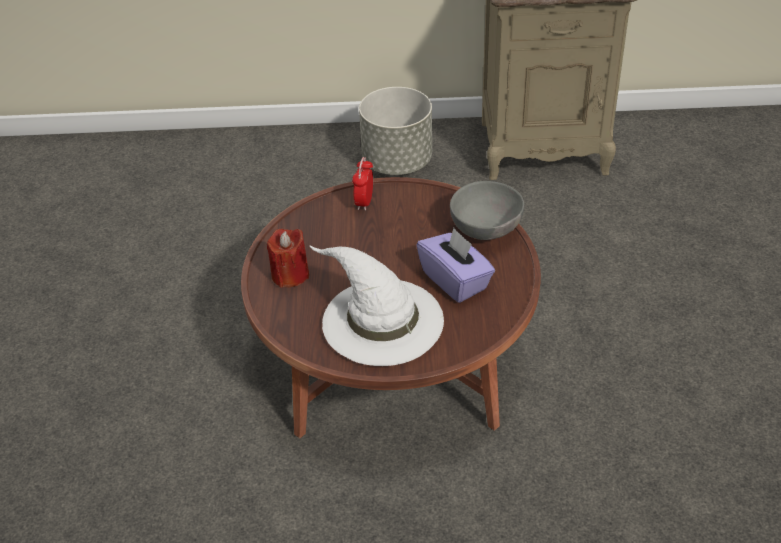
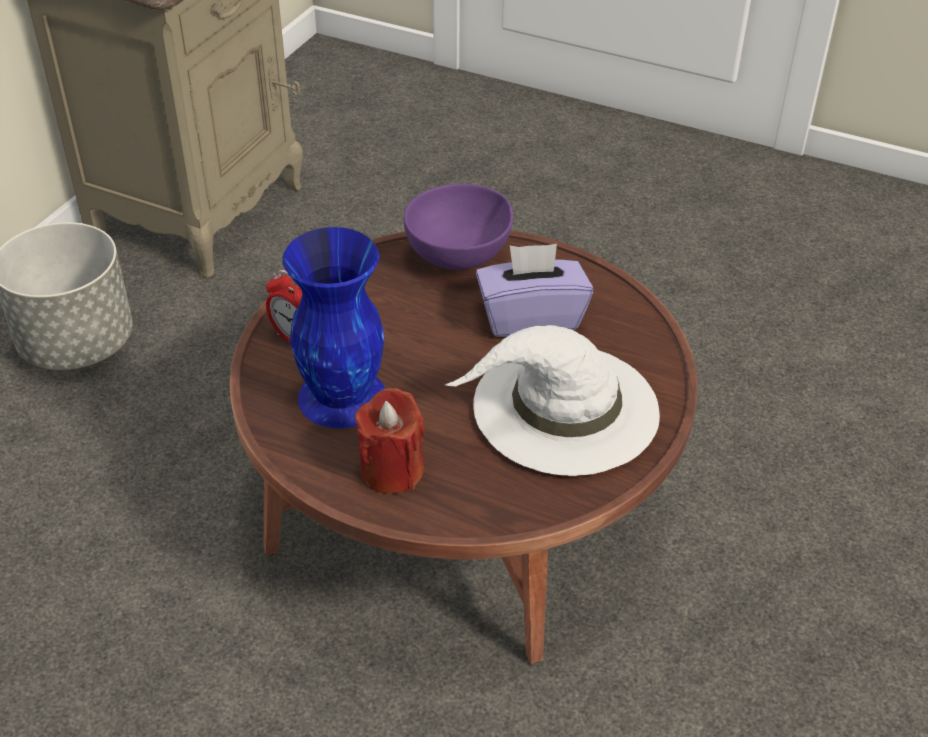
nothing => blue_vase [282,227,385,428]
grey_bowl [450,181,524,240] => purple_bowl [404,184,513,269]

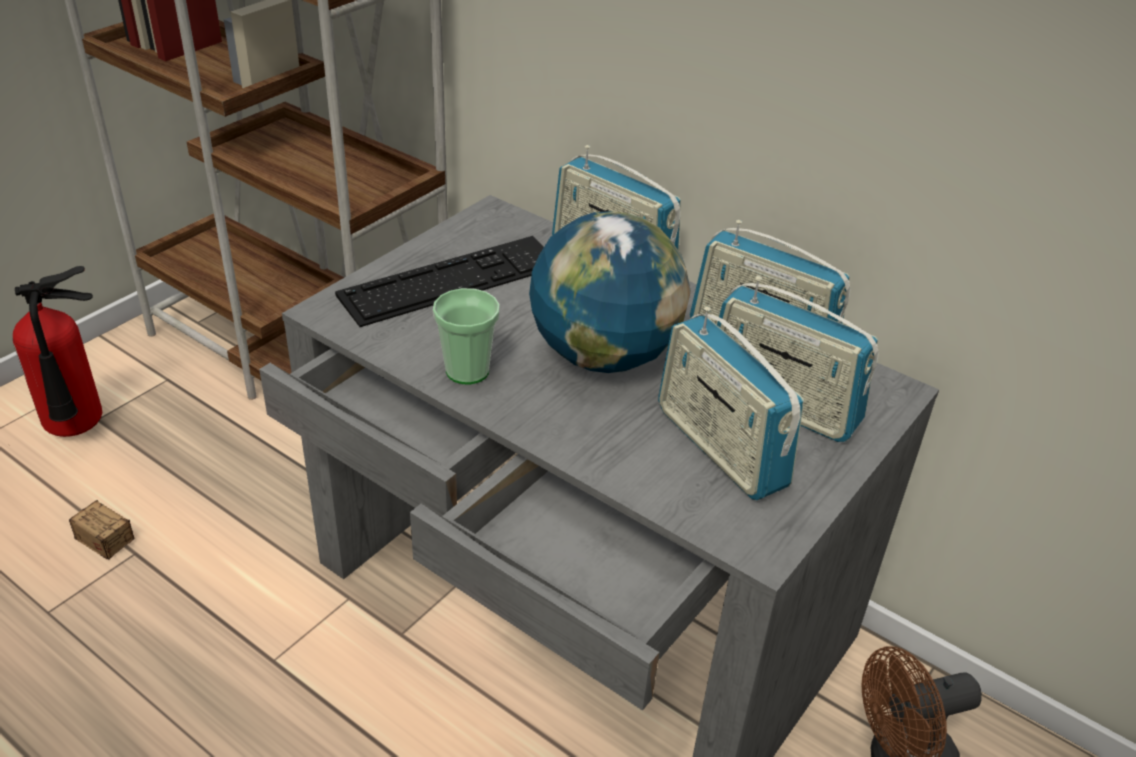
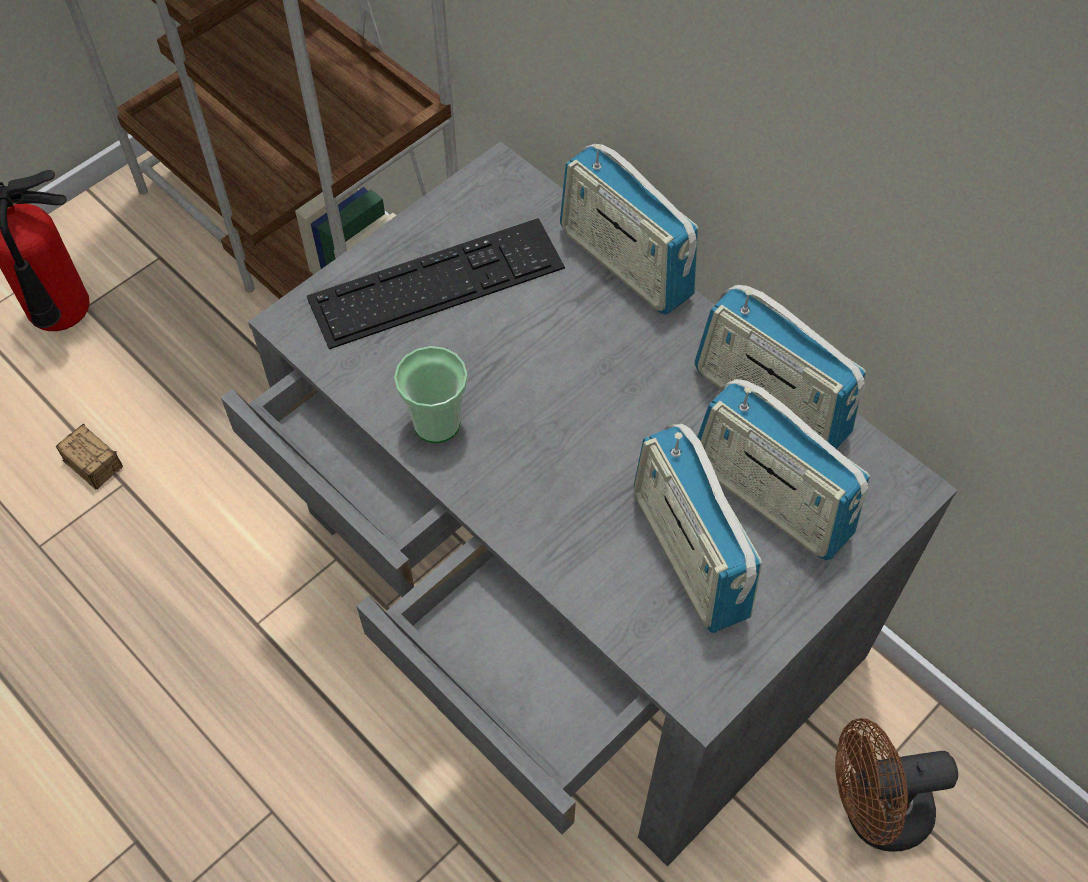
globe [529,211,691,373] => nothing

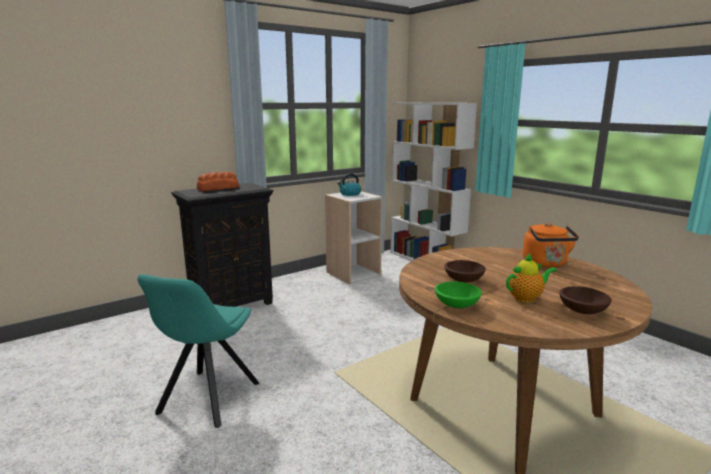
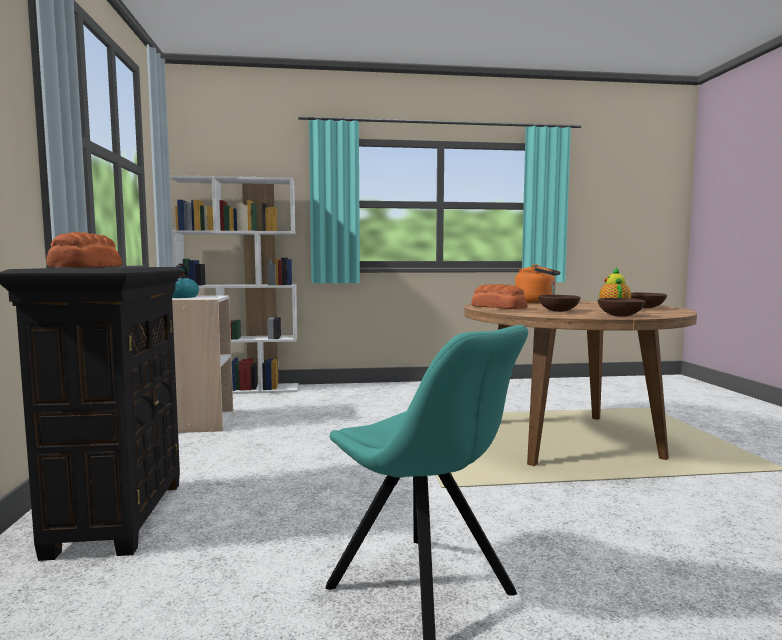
nothing => bread [471,284,527,309]
green_bowl [435,281,482,308] => brown_bowl [598,298,646,317]

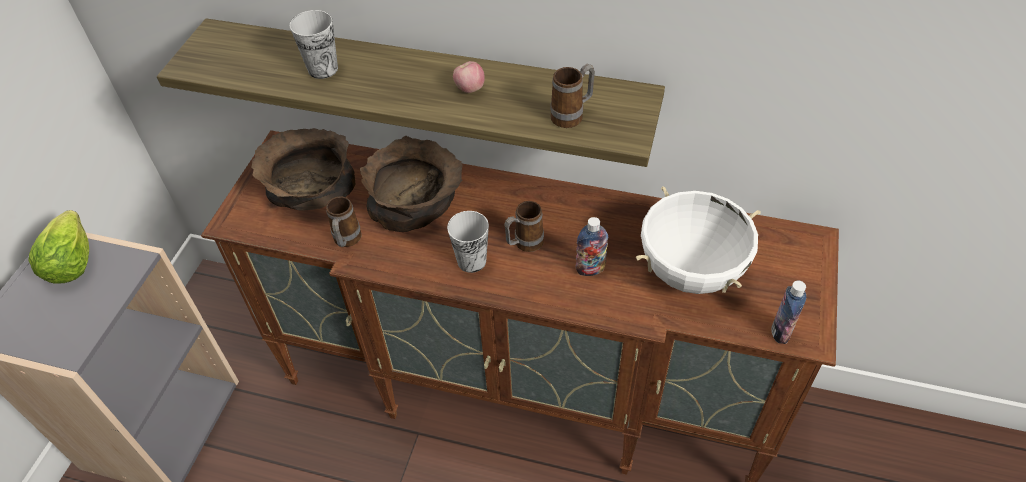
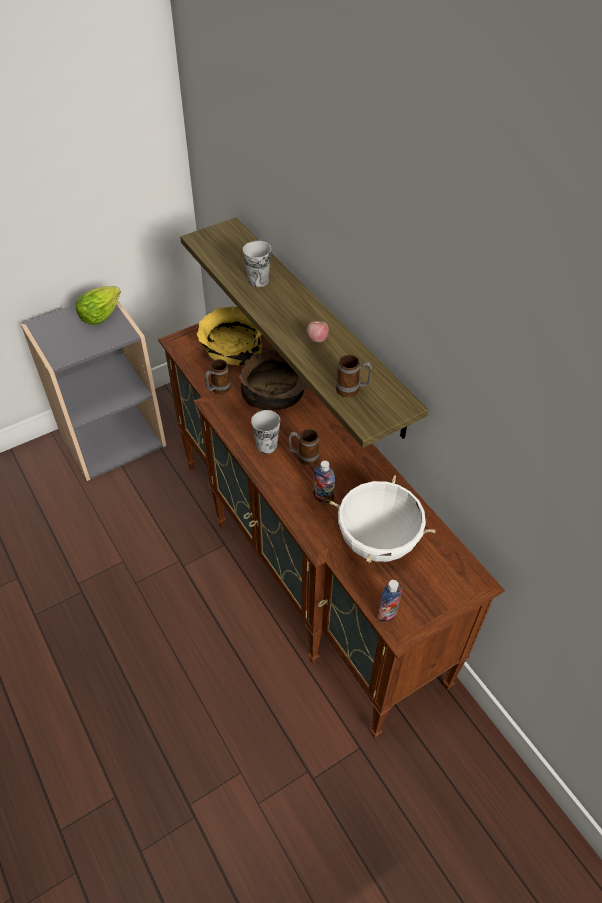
brown_bowl [251,128,355,211] => yellow_bowl [197,306,262,366]

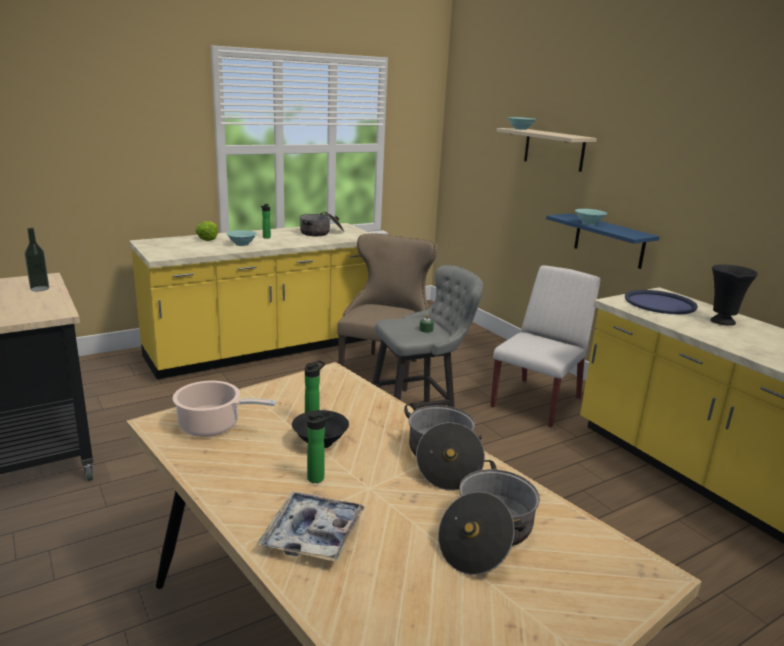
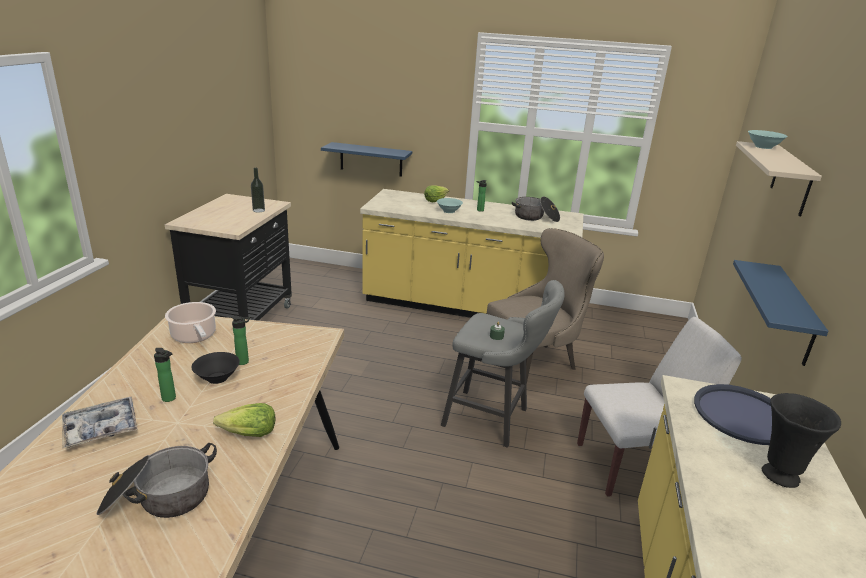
turquoise_bowl [575,209,607,225] => nothing
nothing => blue_shelf [321,142,412,177]
cooking_pot [404,402,485,491] => lettuce [213,403,275,437]

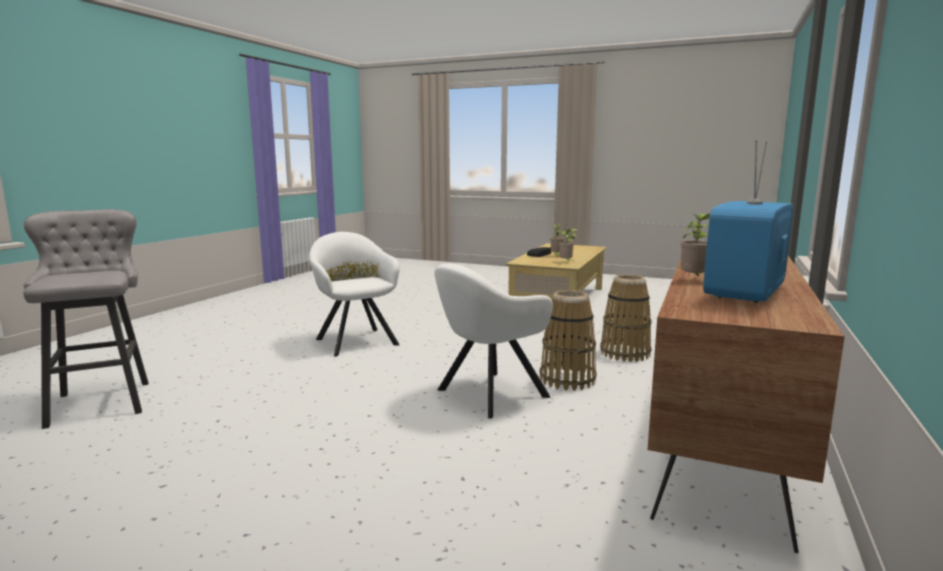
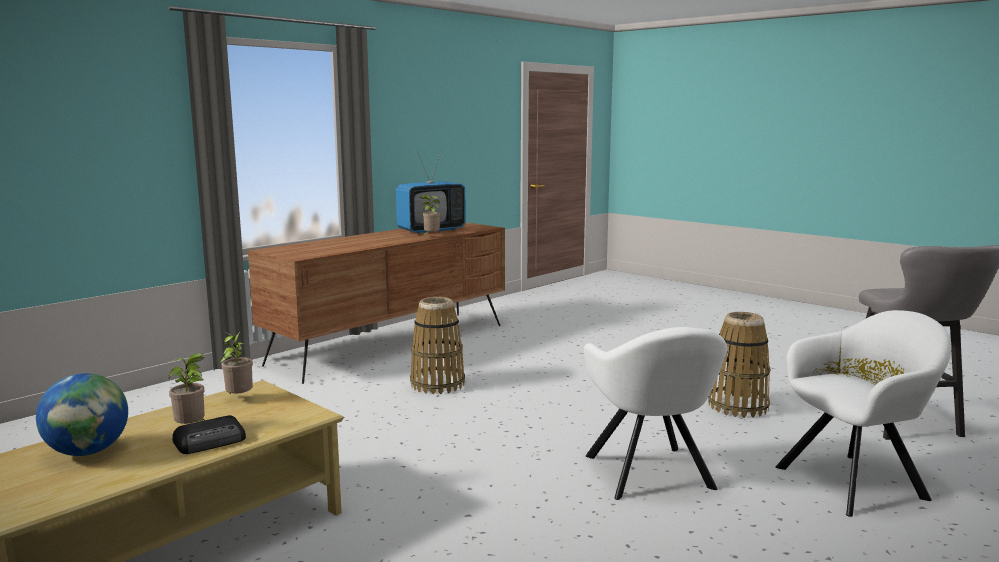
nothing => globe [36,373,128,456]
white_armchair [434,264,553,419] => white_armchair [776,310,952,517], relocated
basket [600,274,652,362] => basket [708,312,770,418], relocated

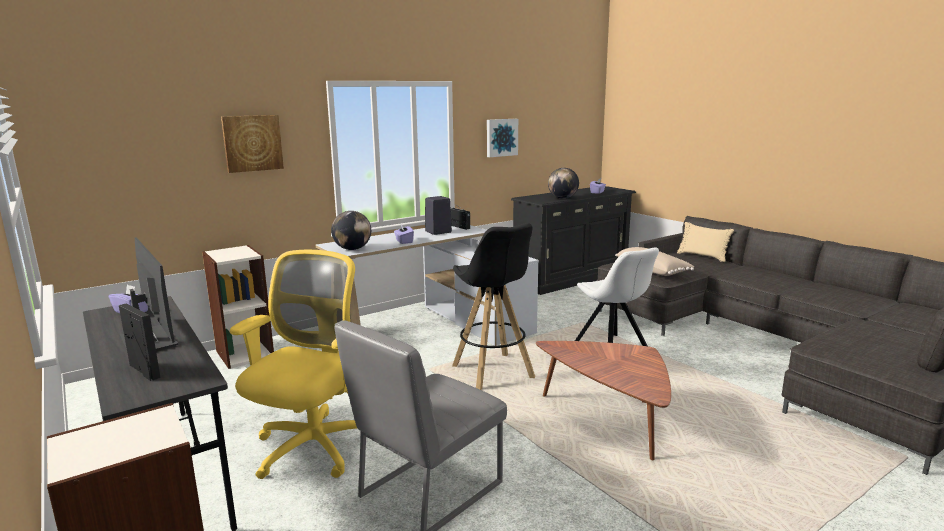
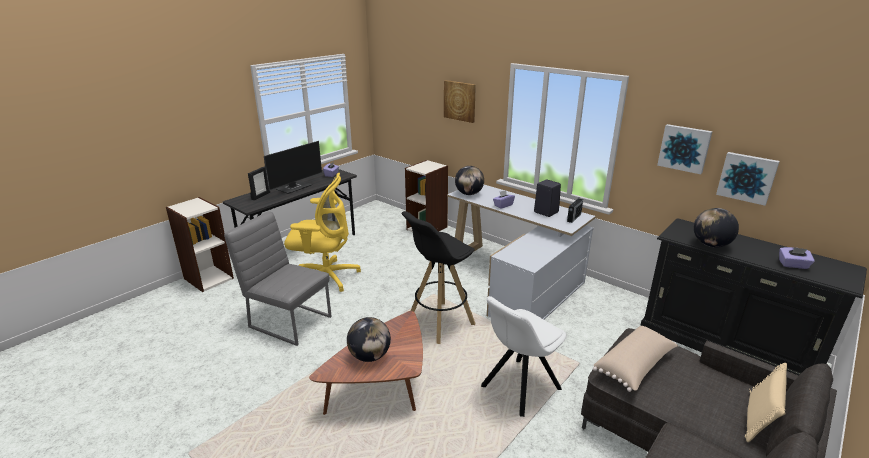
nothing => globe [347,317,391,362]
nothing => picture [716,152,780,206]

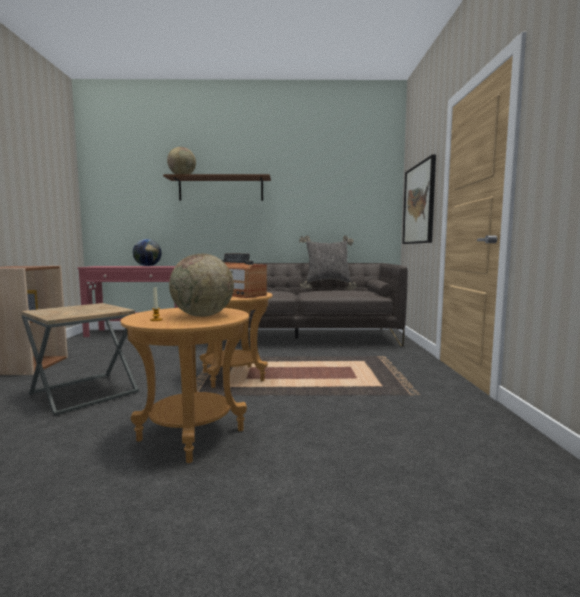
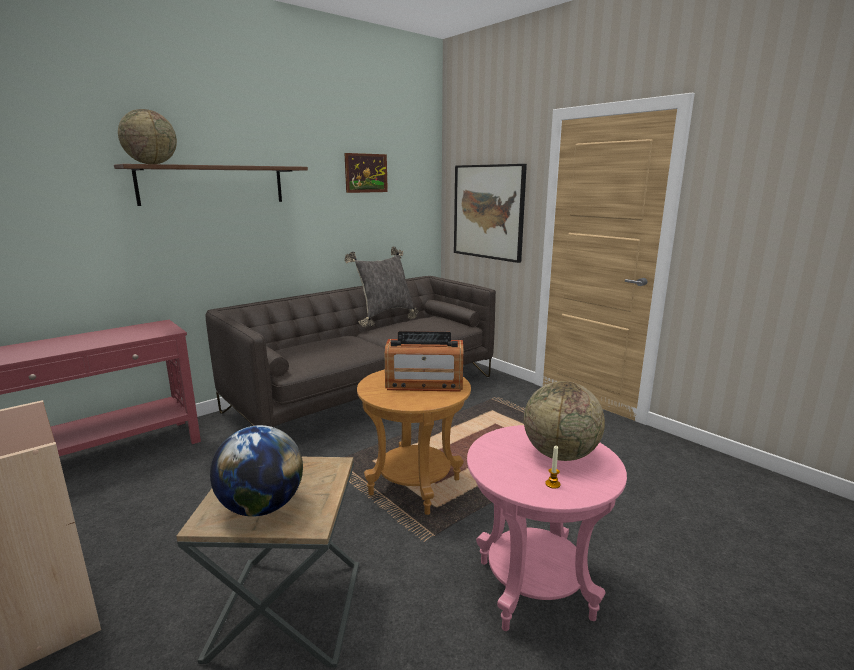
nothing => picture [344,153,388,193]
globe [133,239,162,266] => globe [210,425,303,517], relocated
brown_side_table [120,308,249,463] => pink_side_table [467,425,627,631]

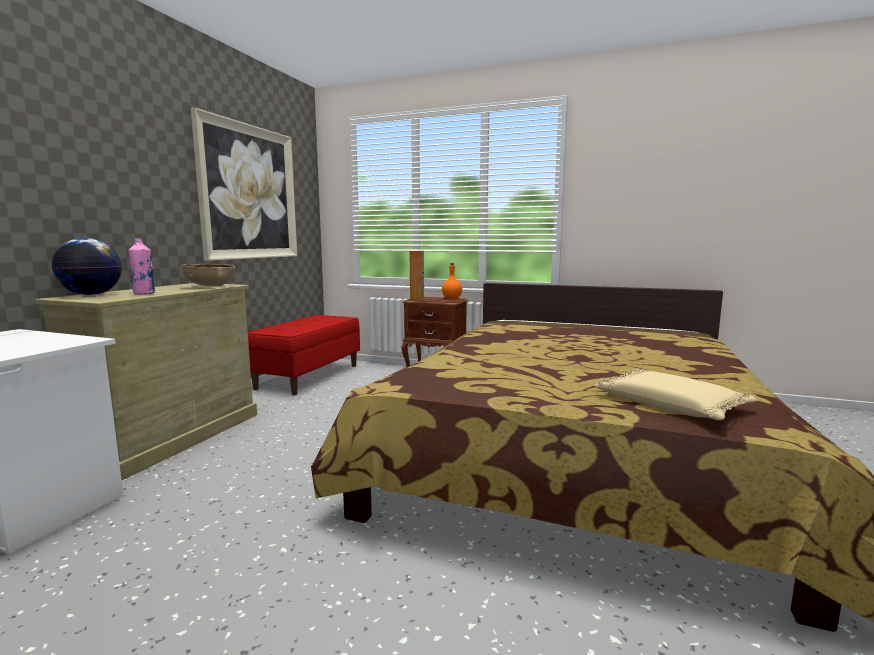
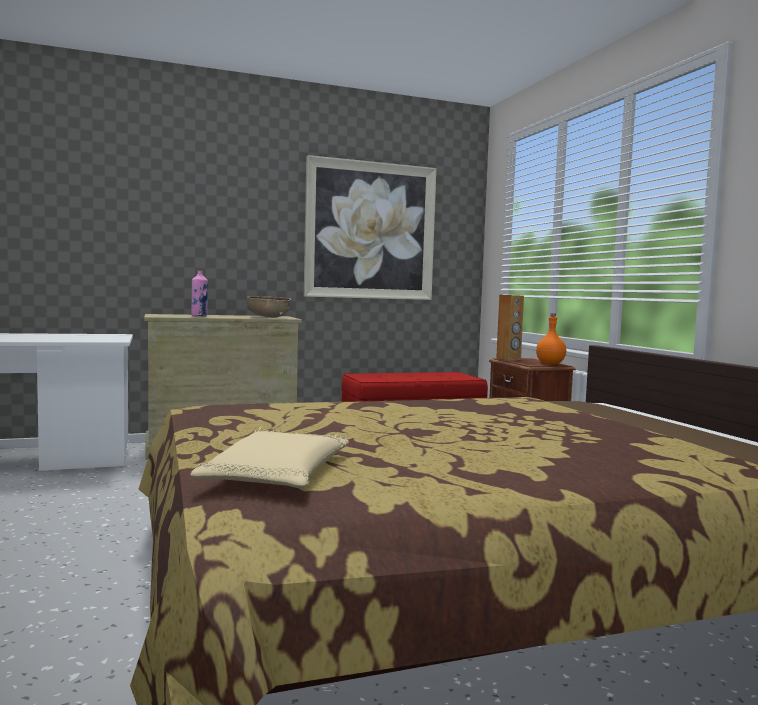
globe [52,238,122,295] => nothing

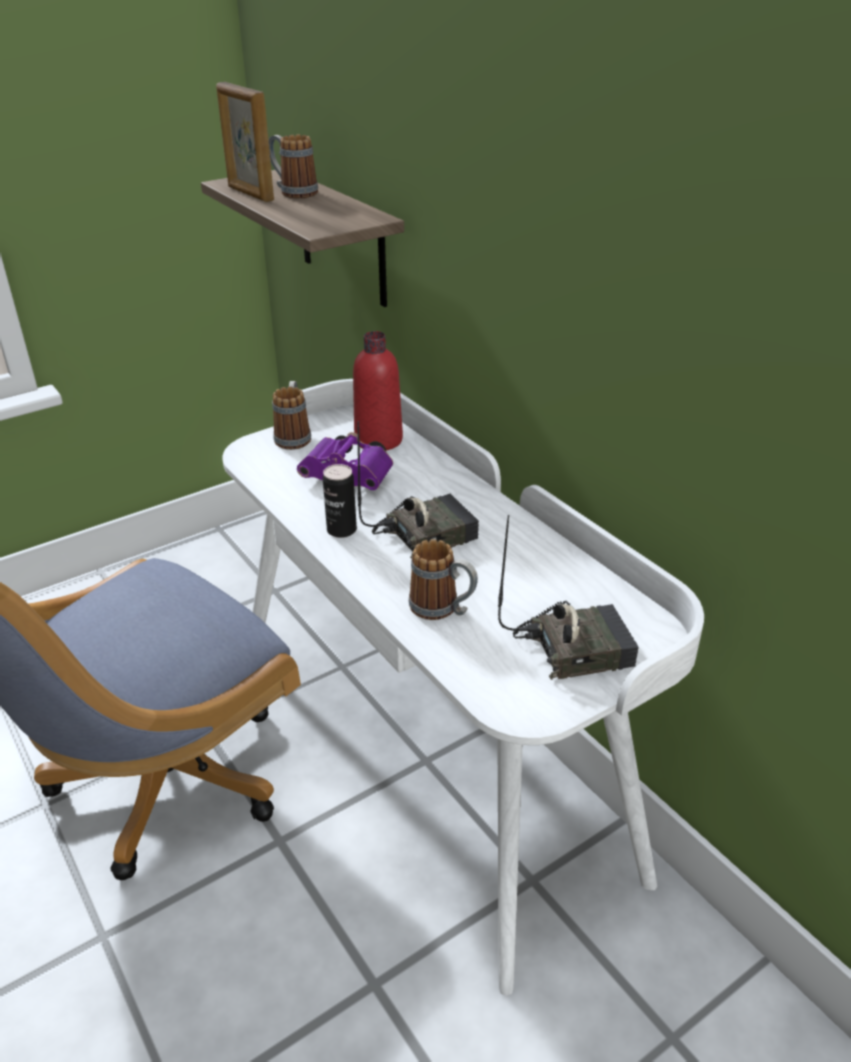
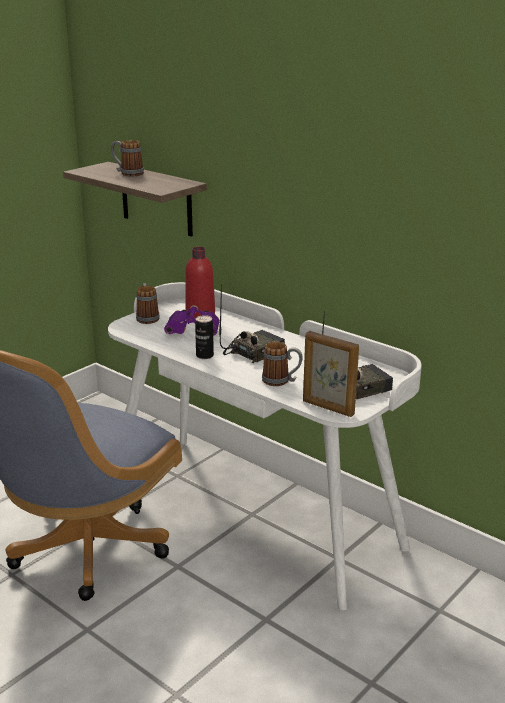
picture_frame [216,82,274,202] => picture_frame [303,331,359,417], relocated

